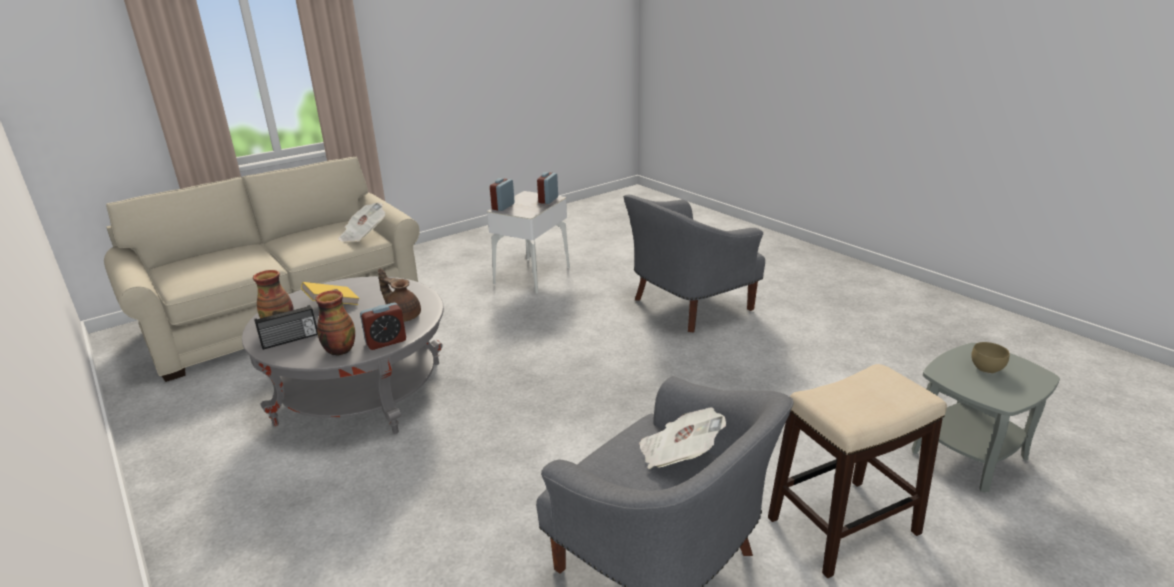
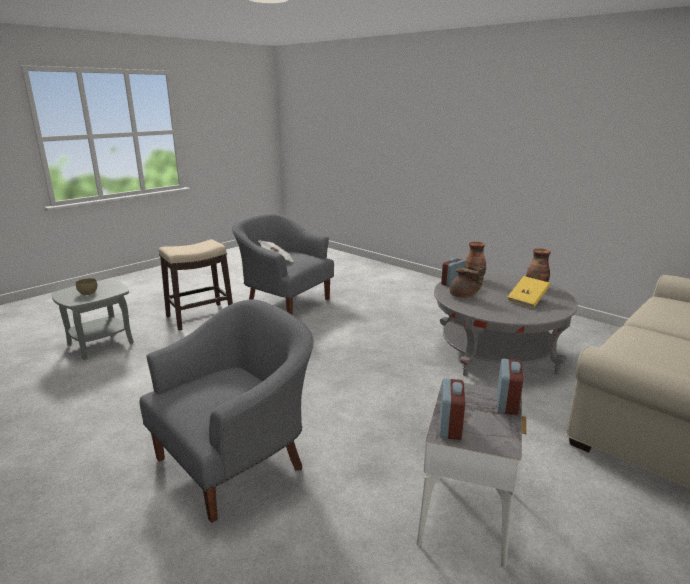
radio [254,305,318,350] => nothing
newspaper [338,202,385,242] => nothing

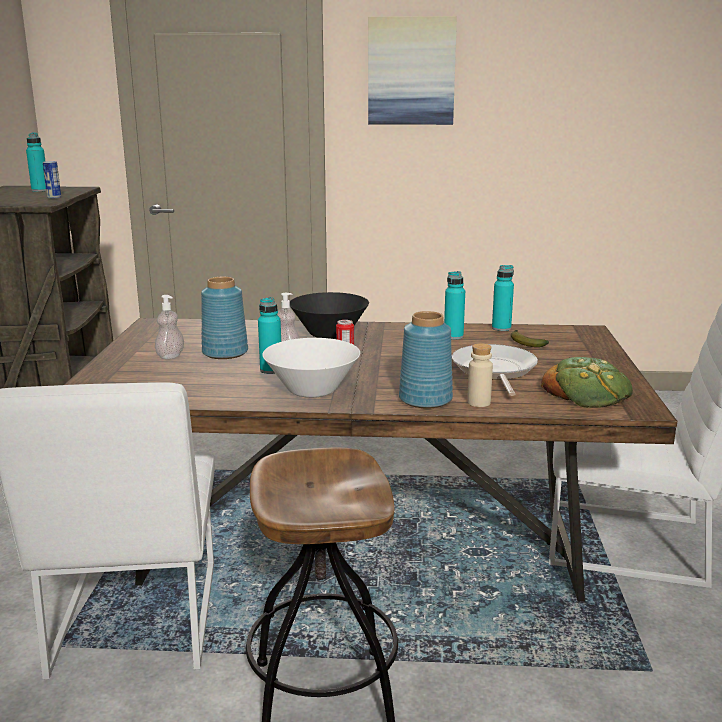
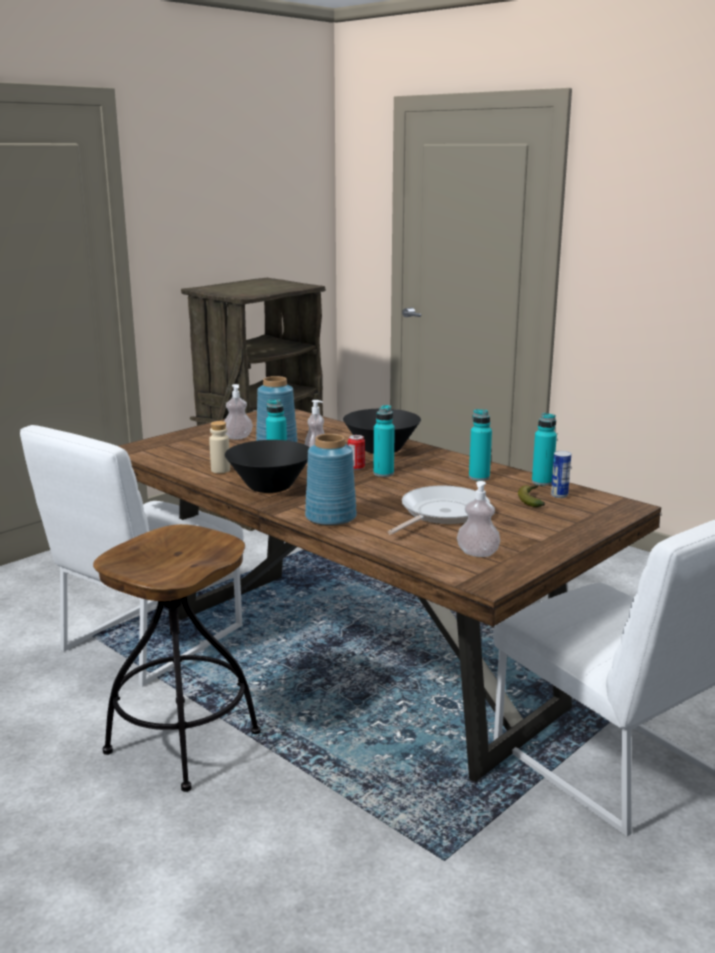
picture [368,16,457,125] => nothing
turquoise_bottle [26,132,46,192] => turquoise_bottle [373,405,395,477], relocated
can [43,161,61,199] => can [551,451,571,498], relocated
beige_bottle [467,343,493,407] => beige_bottle [209,421,230,473], relocated
bread [541,357,633,408] => soap_dispenser [457,481,500,557]
white_bowl [262,338,360,398] => black_bowl [225,440,310,493]

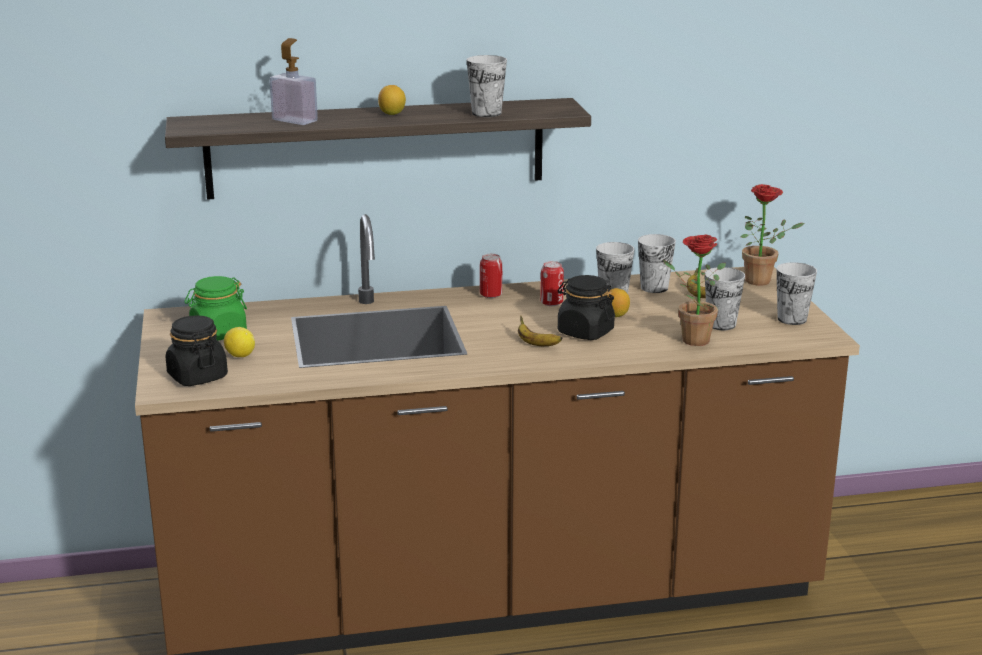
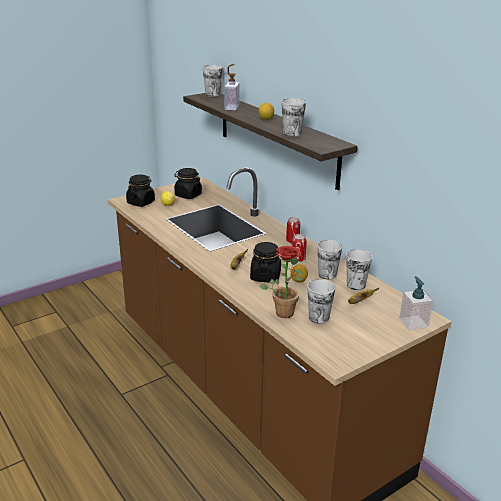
cup [777,262,817,325] => cup [202,65,223,97], relocated
potted_plant [741,184,805,286] => soap_dispenser [399,276,433,330]
green_jar [185,276,247,340] => black_jar [174,168,202,199]

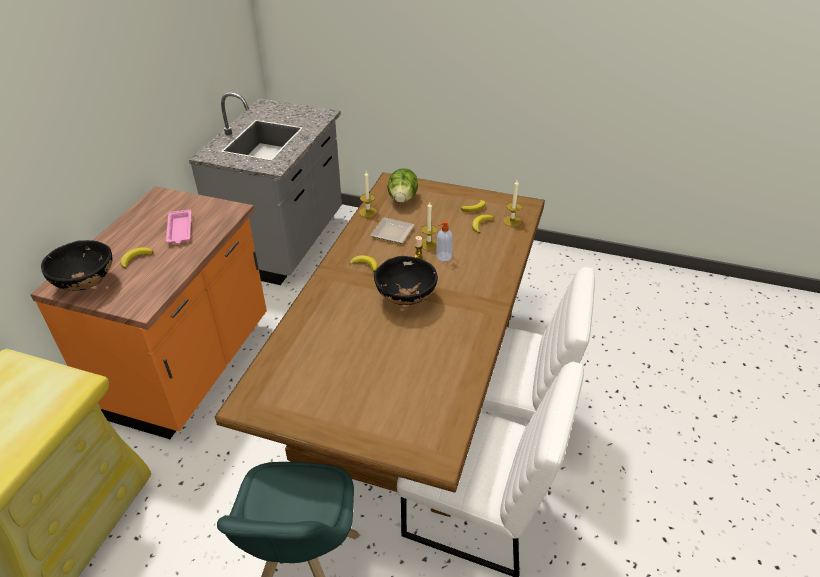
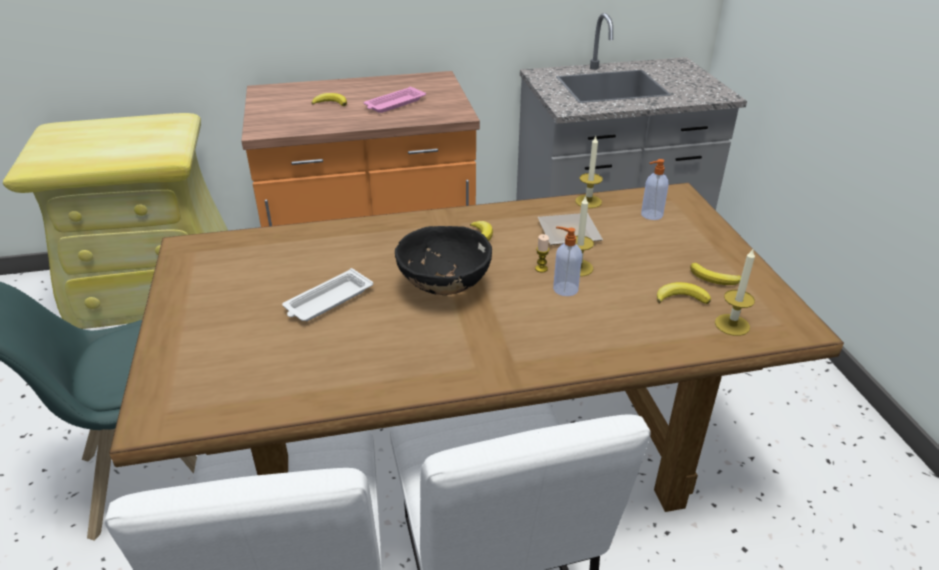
black_bowl [41,240,113,291] => nothing
nothing => white_tray [282,268,373,321]
lettuce [388,168,418,203] => soap_dispenser [641,159,669,220]

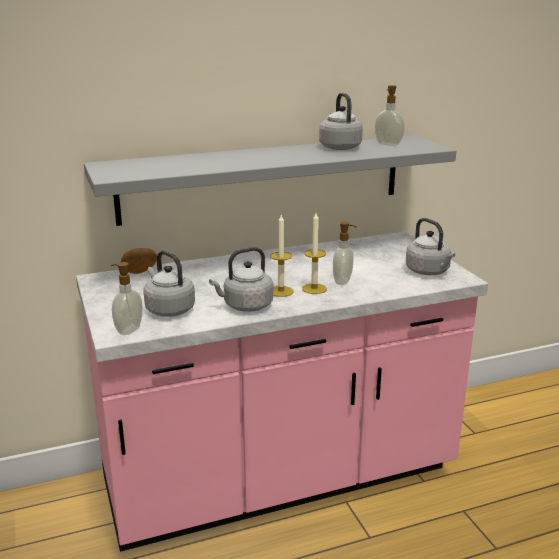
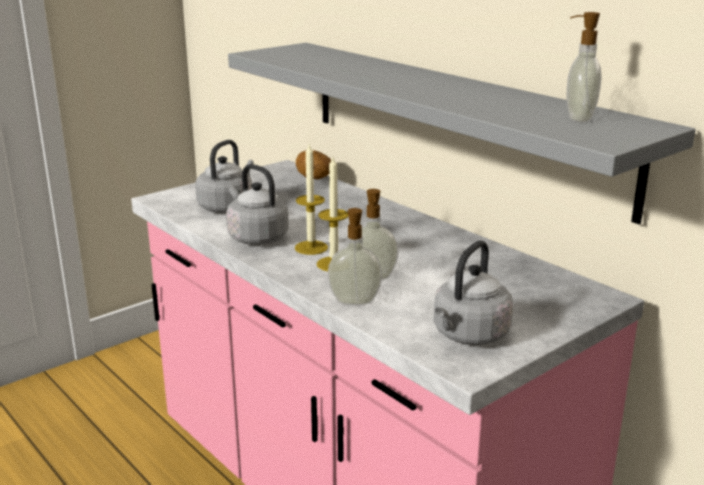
grey_kettle [319,93,363,150] => nothing
soap_dispenser [111,262,143,335] => soap_dispenser [327,208,382,305], relocated

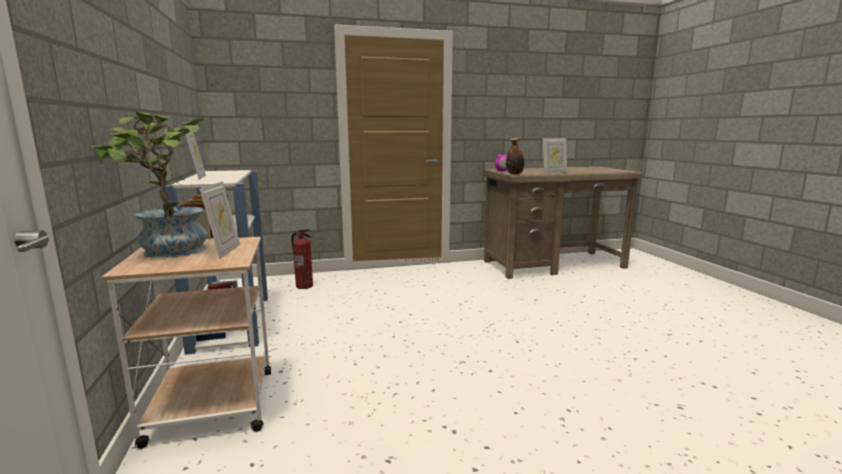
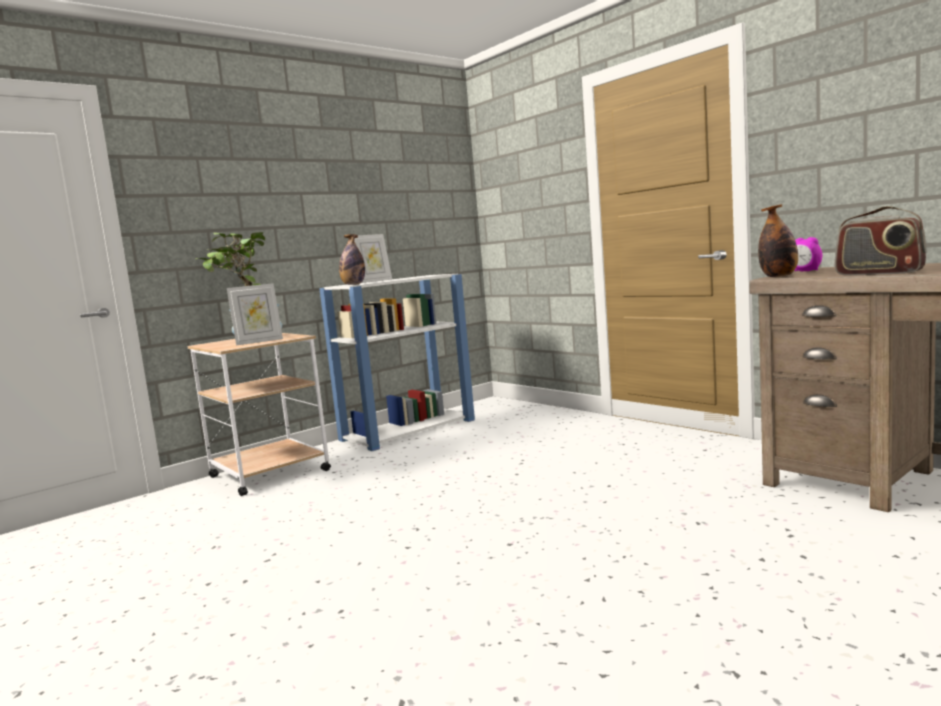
fire_extinguisher [291,229,313,289] => nothing
nothing => bottle [339,234,365,285]
picture_frame [543,138,567,174] => radio [835,206,927,276]

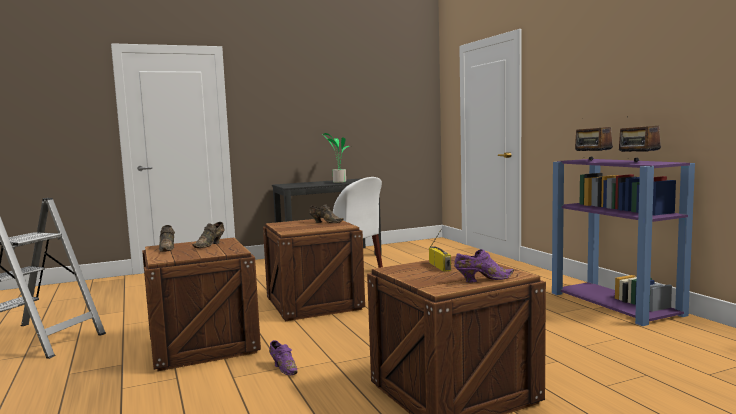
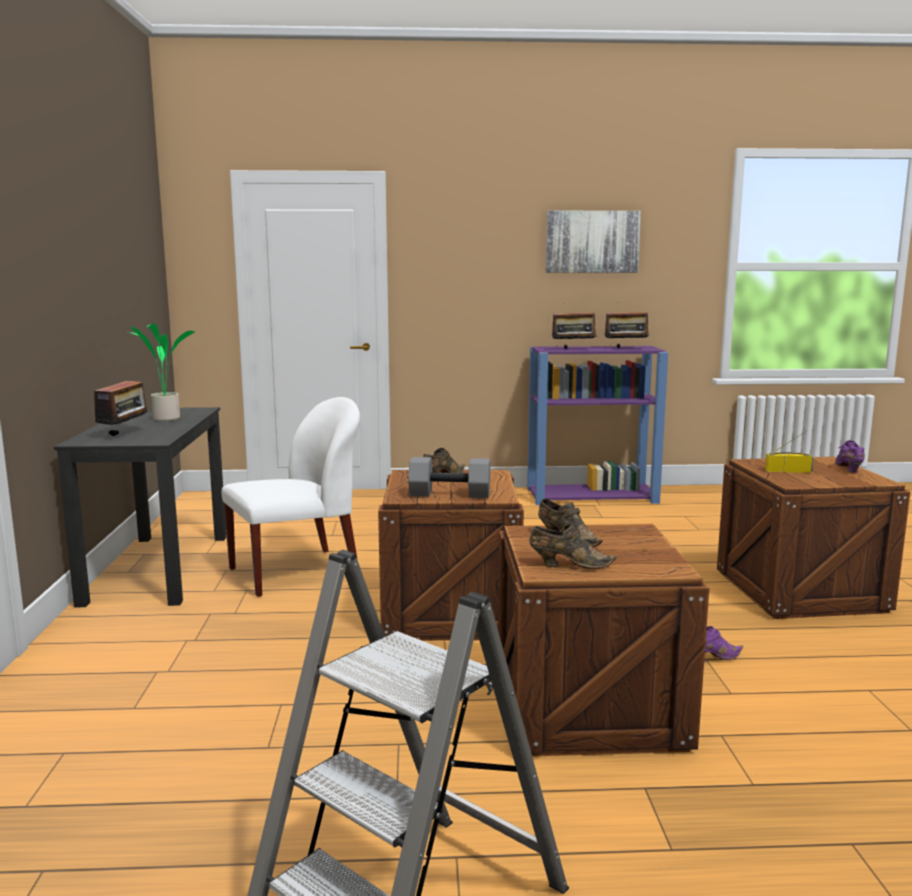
nothing => radio [88,373,151,436]
nothing => grey_dumbbell [408,457,490,498]
nothing => picture [546,211,641,273]

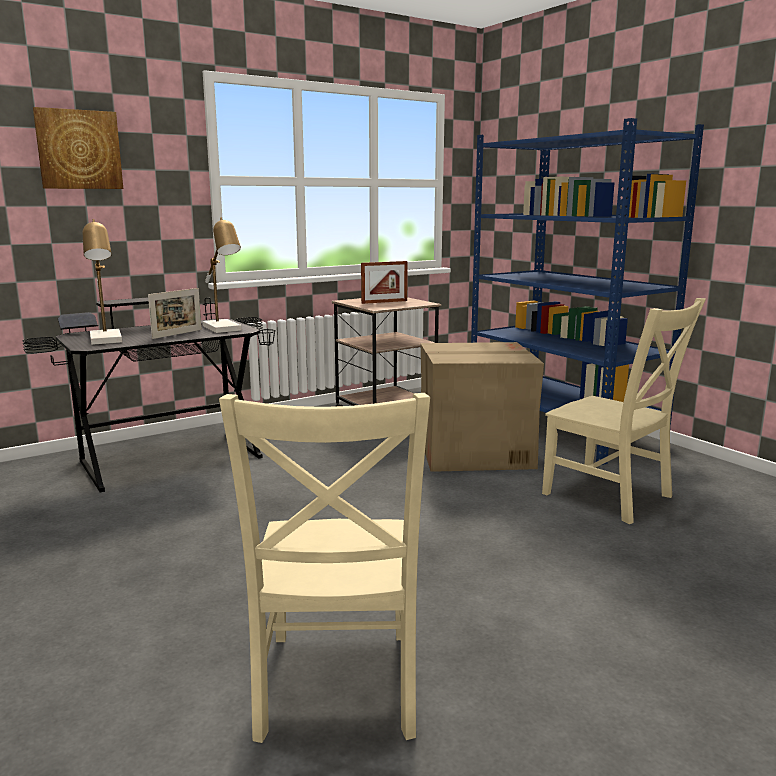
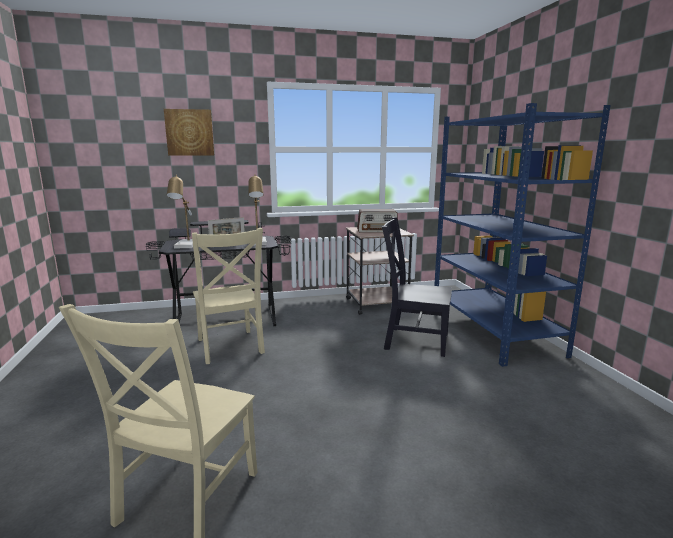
beige_chair [542,298,706,524] => beige_chair [192,228,265,364], relocated
picture_frame [361,261,408,304] => radio [357,209,398,233]
cardboard_box [421,342,544,472] => black_chair [382,217,452,357]

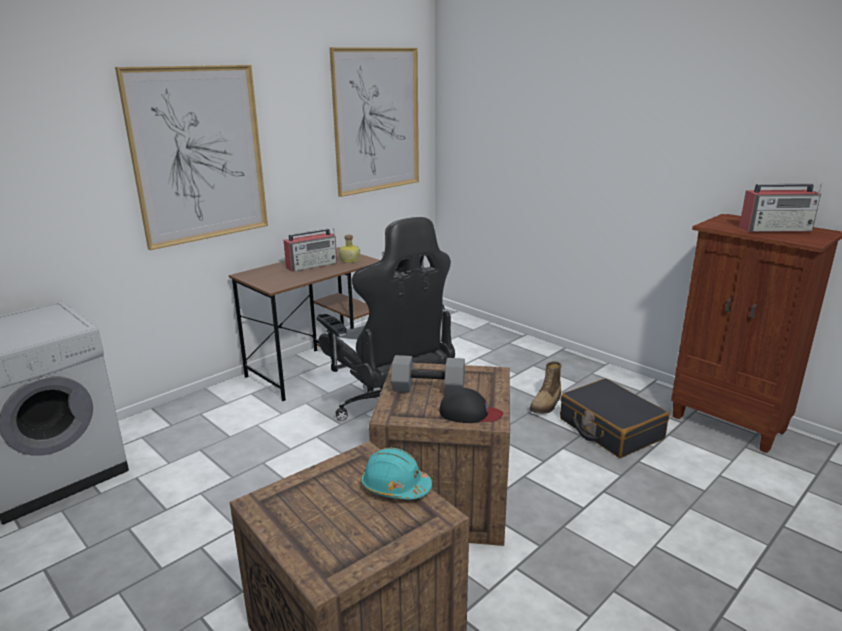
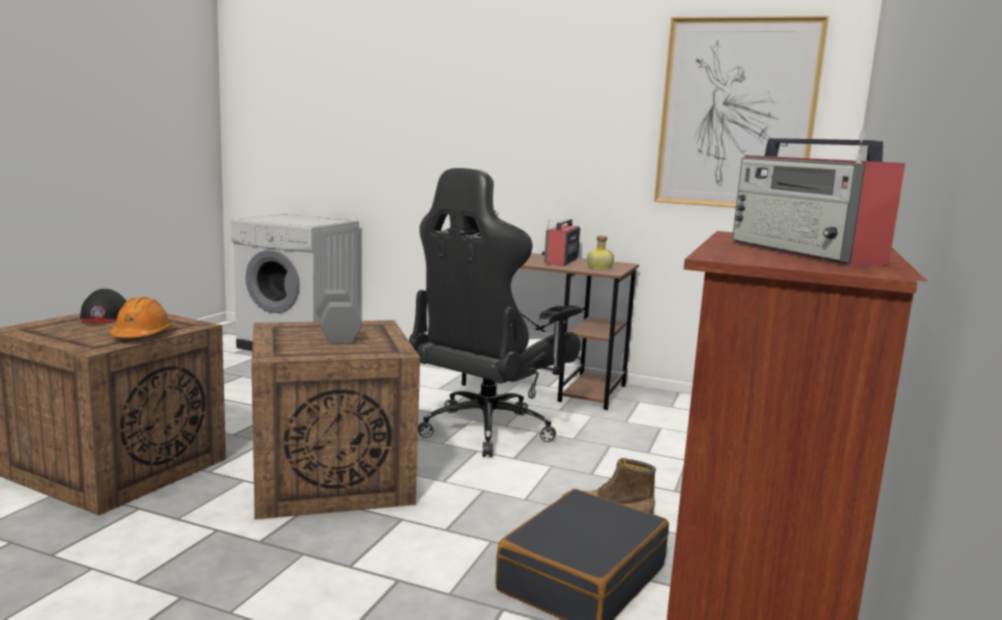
picture [115,65,268,250] => nothing
black_cap [440,388,503,423] => black_cap [80,289,127,323], relocated
turquoise_hard_hat [361,448,432,500] => orange_hard_hat [109,297,172,338]
radio [284,228,337,272] => radio [542,219,580,266], 75 degrees clockwise

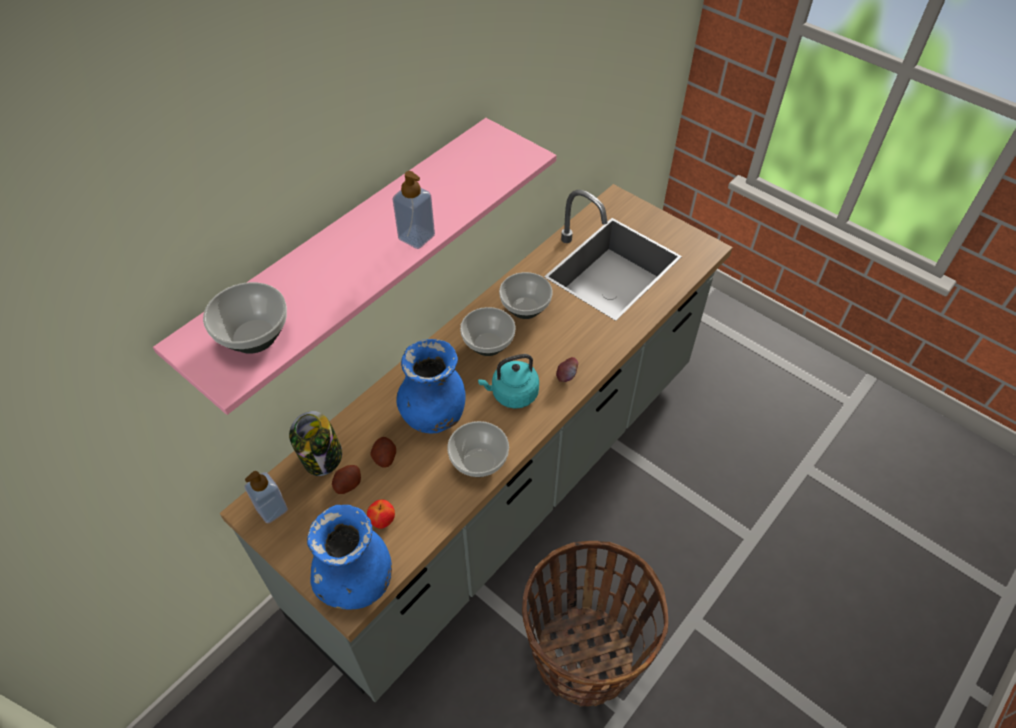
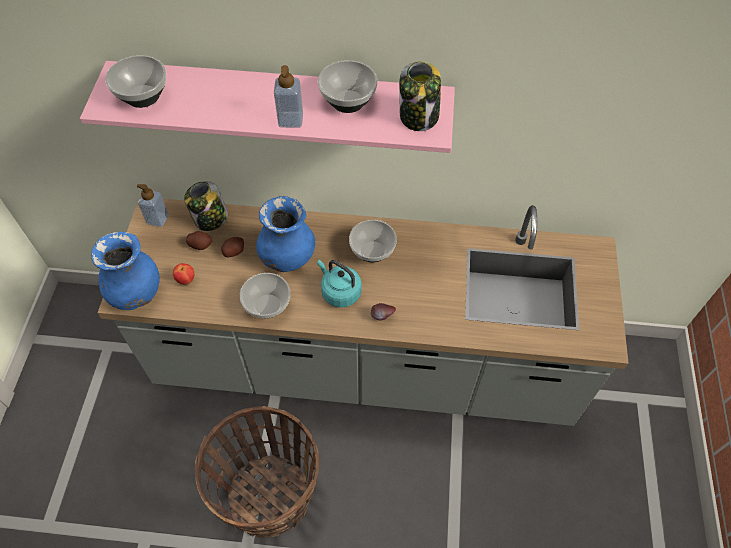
nothing => jar [399,61,441,131]
bowl [499,272,552,319] => bowl [318,60,377,113], relocated

